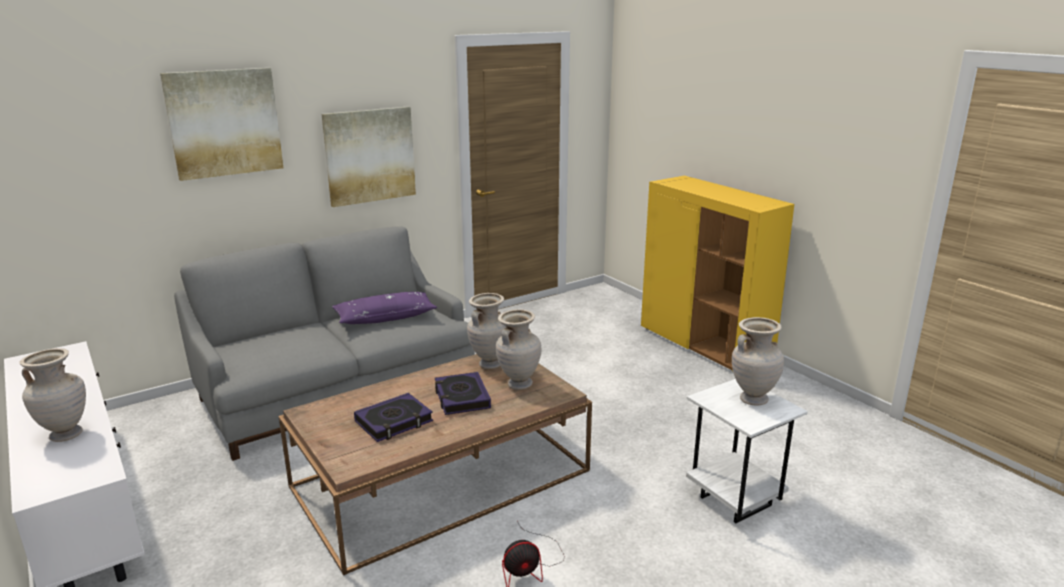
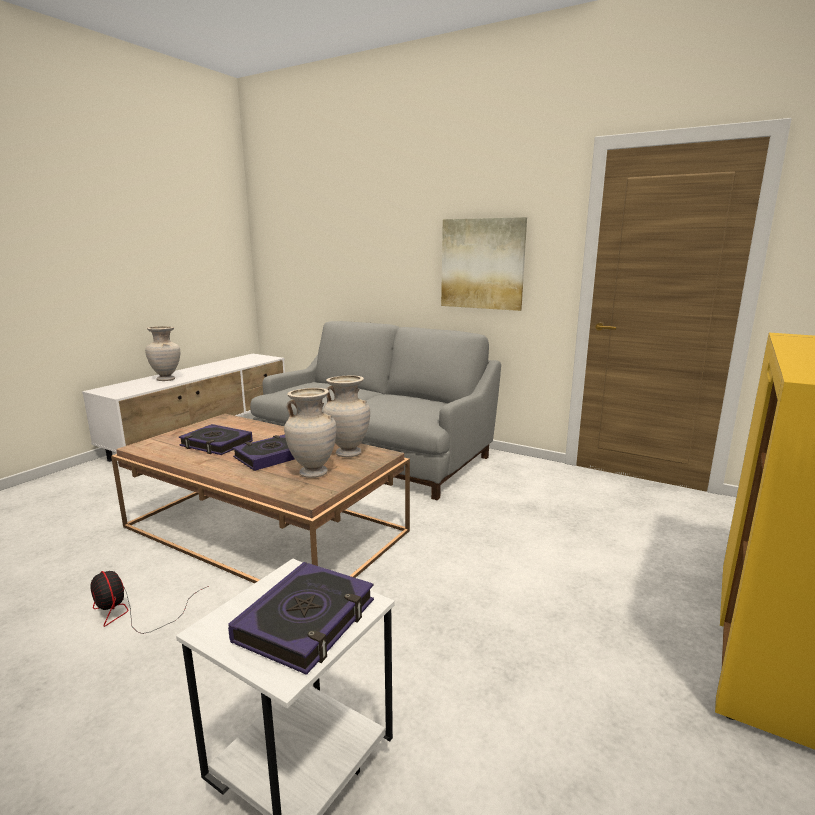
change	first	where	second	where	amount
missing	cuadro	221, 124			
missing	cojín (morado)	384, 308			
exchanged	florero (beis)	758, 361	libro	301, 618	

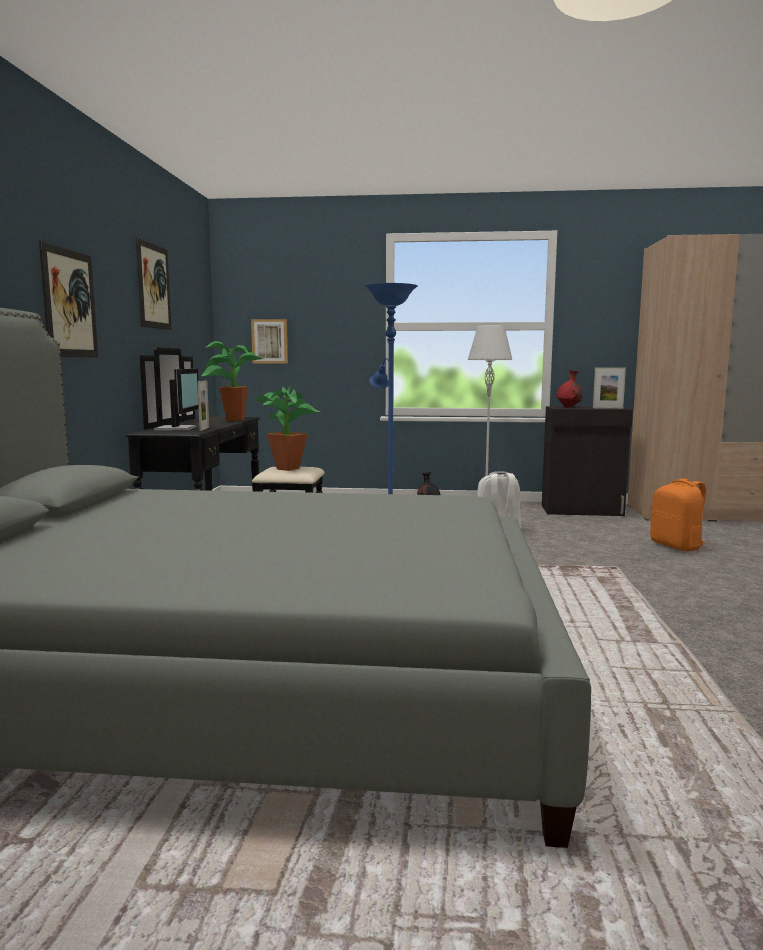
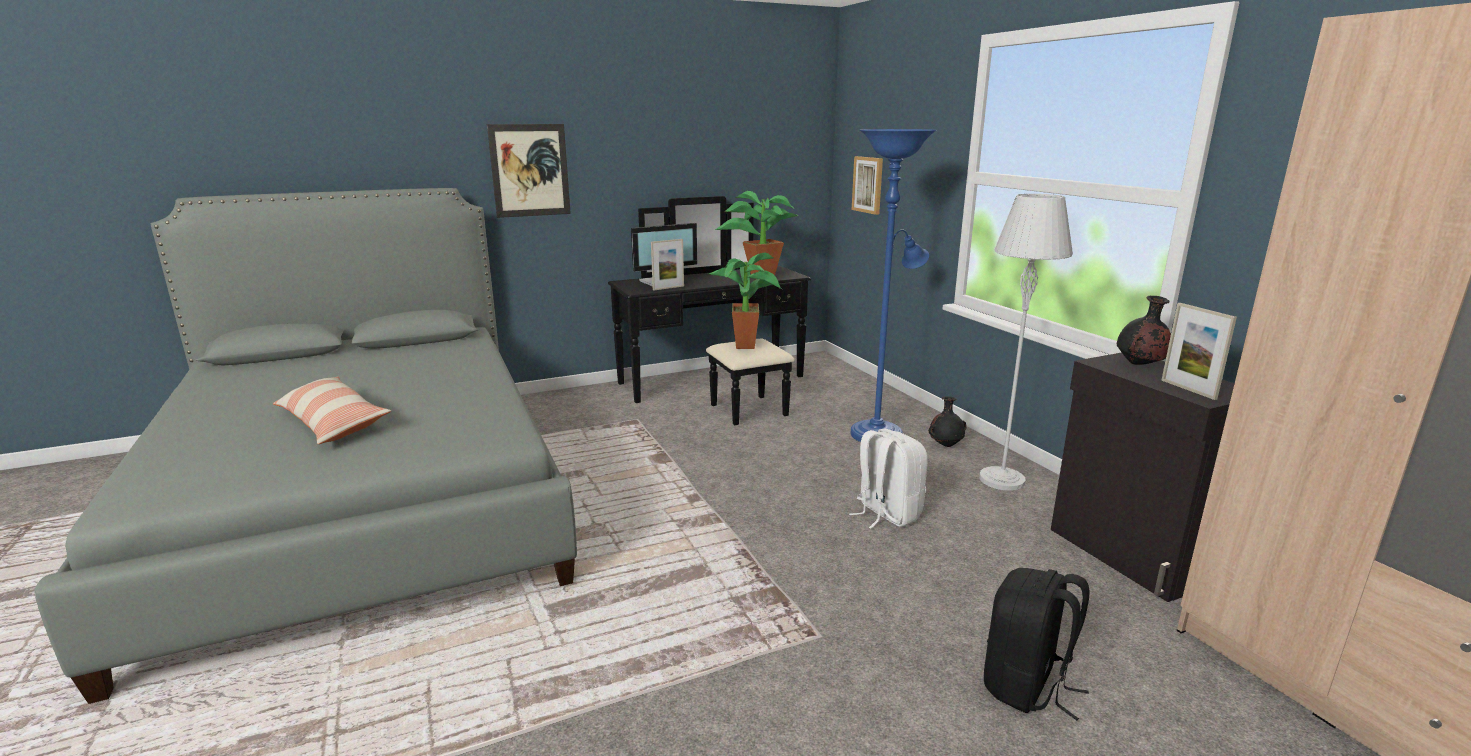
change	first	where	second	where	amount
missing	cuadro	154, 283			
appeared			cojín	332, 410	
colour	florero (rojo)	569, 388	florero (negro)	1144, 330	
colour	mochila (naranja)	678, 514	mochila (negro)	1036, 644	

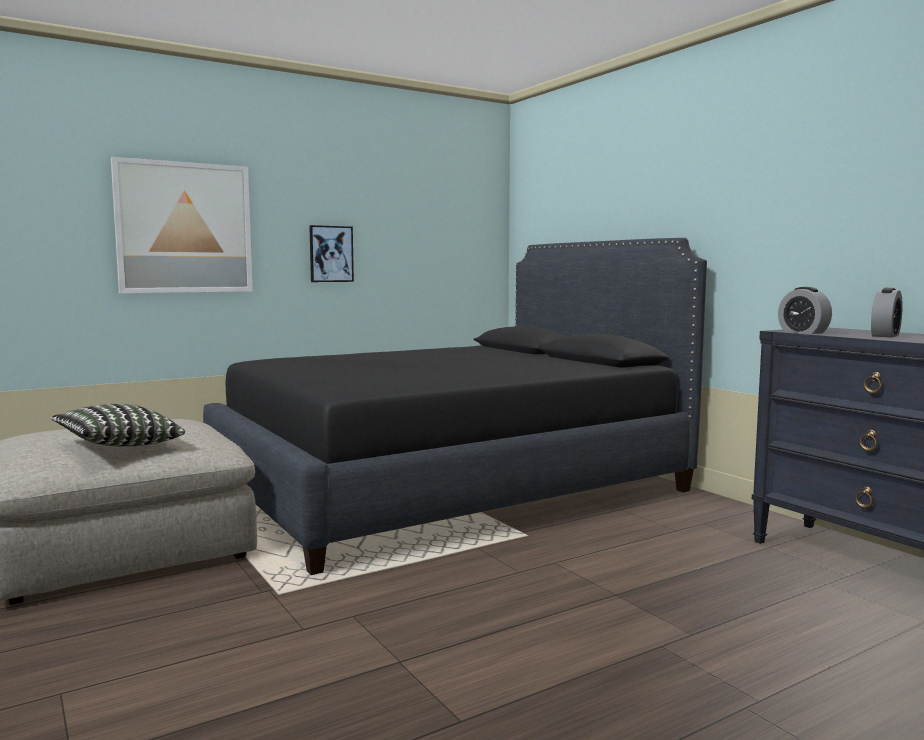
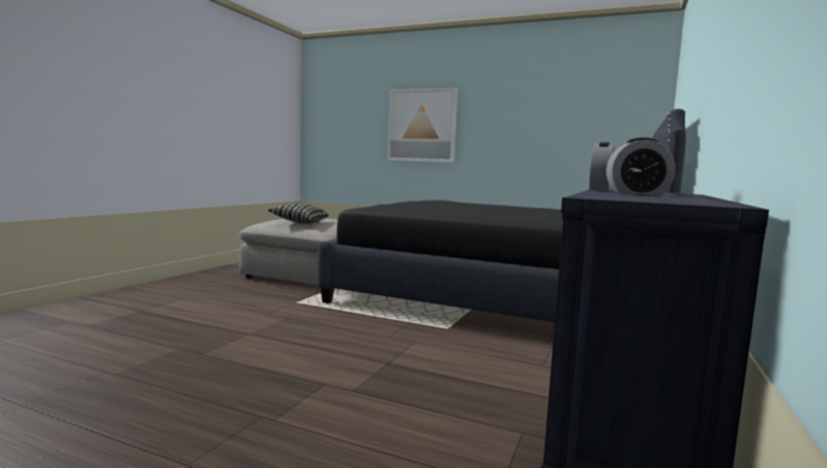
change	first	where	second	where	amount
missing	cuadro	331, 253			

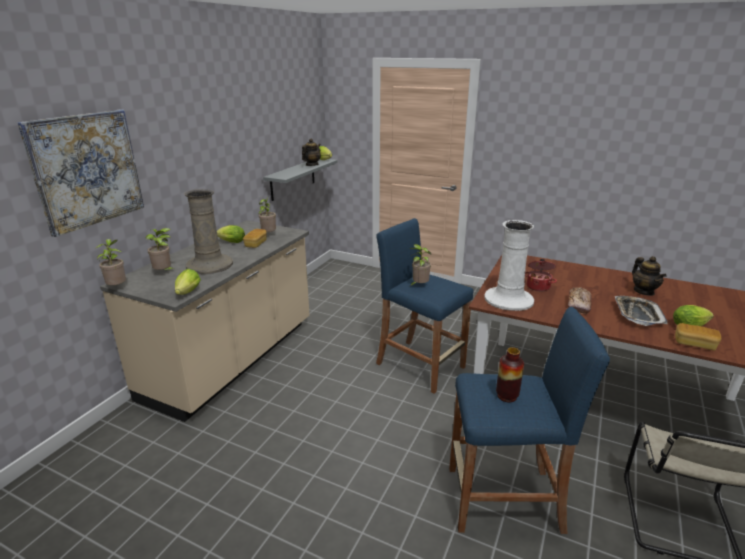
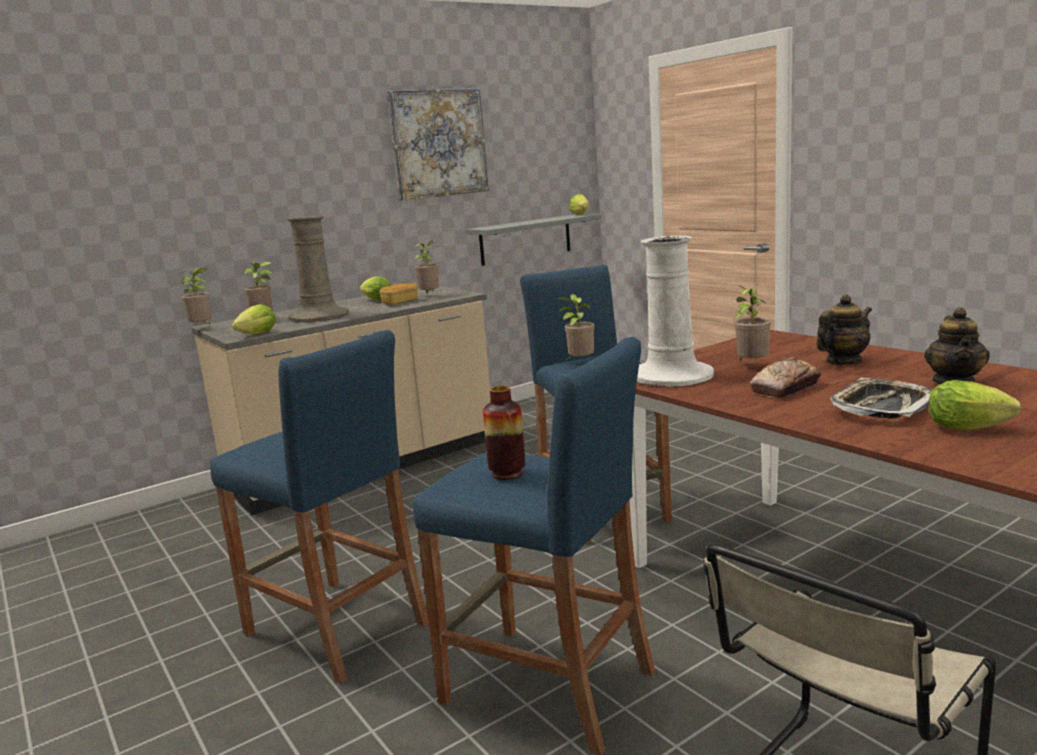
change	first	where	second	where	amount
missing	pan	698, 337			
appeared			taburete (azul)	319, 507	
relocated	cuadro	80, 173		437, 144	
relocated	tetera	311, 152		844, 329	
exchanged	olla	541, 275	planta en maceta	752, 323	

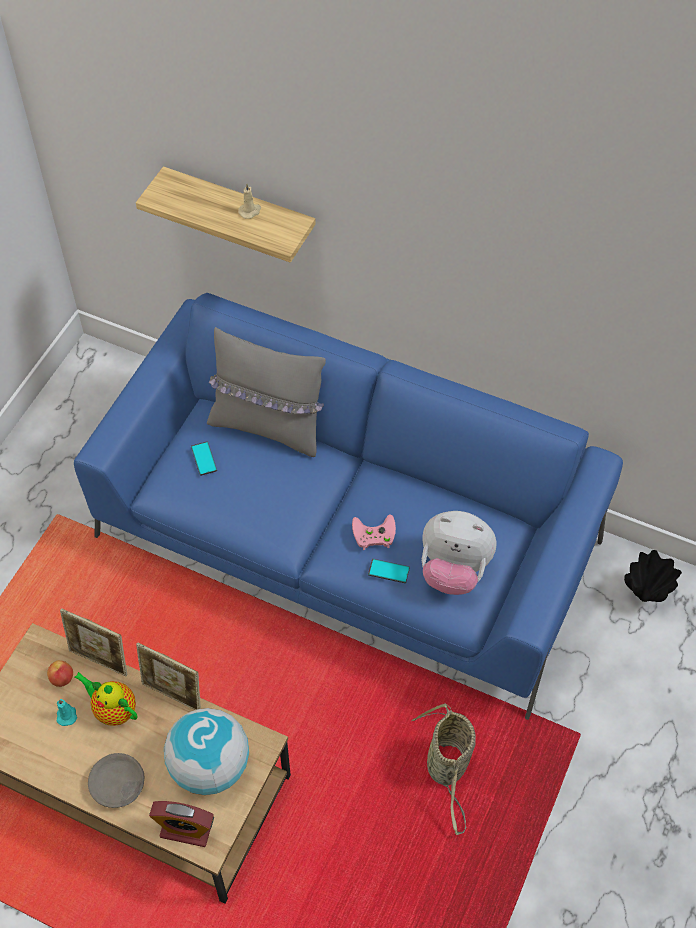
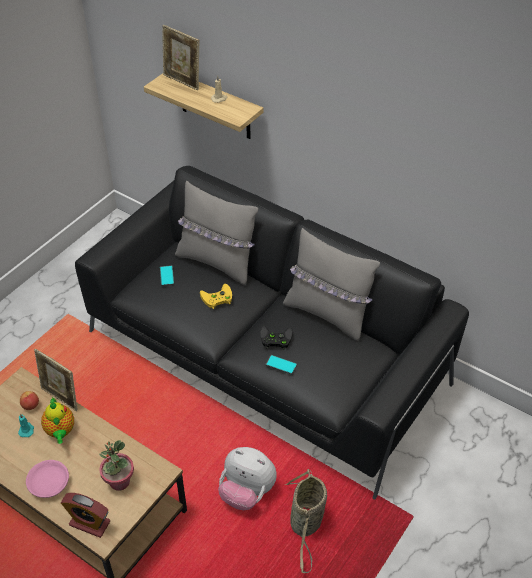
change	first	where	second	where	amount
missing	florero (negro)	653, 576			
appeared			mando de consola (amarillo)	216, 296	
appeared			cojín (gris)	331, 284	
relocated	portarretratos	168, 676		180, 57	
relocated	peluche	459, 553		247, 478	
exchanged	globo terráqueo	206, 751	planta en maceta	116, 465	
colour	sofá (azul)	348, 506	sofá (negro)	272, 333	
colour	cuenco (gris)	116, 780	cuenco (rosa)	47, 479	
colour	mando de consola (rosa)	374, 532	mando de consola (negro)	277, 338	
spun	tetera	105, 699		57, 420	150 degrees counterclockwise

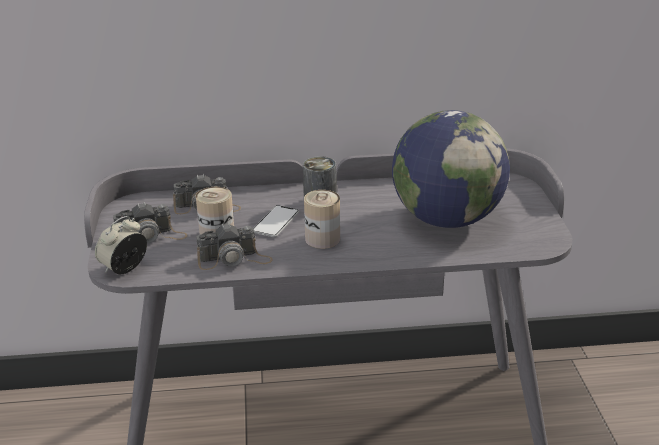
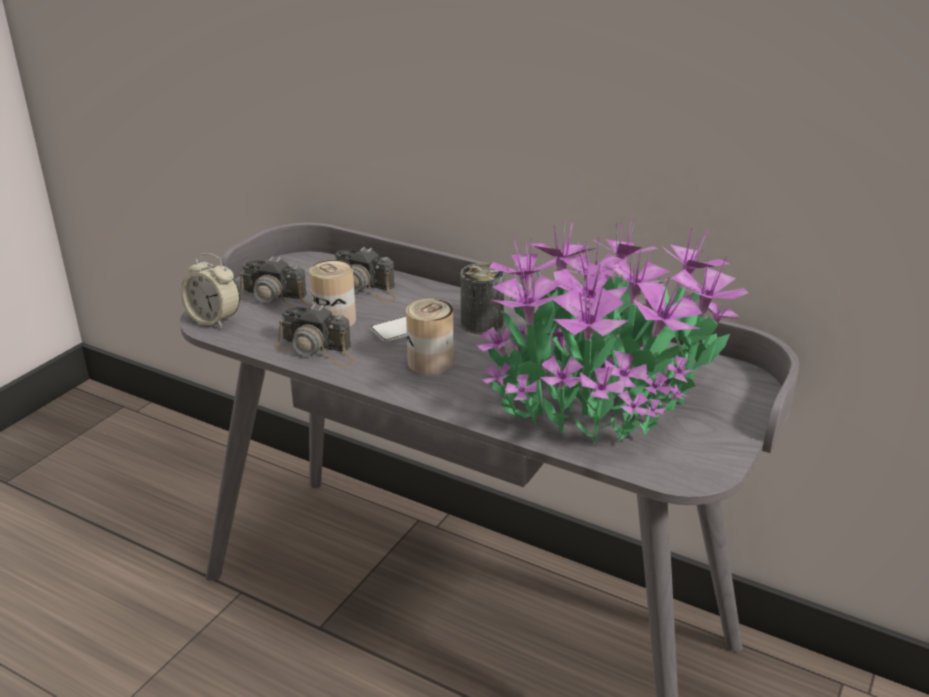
change	first	where	second	where	amount
exchanged	globo terráqueo	451, 169	planta en maceta	612, 332	
spun	despertador	121, 245		210, 291	135 degrees counterclockwise

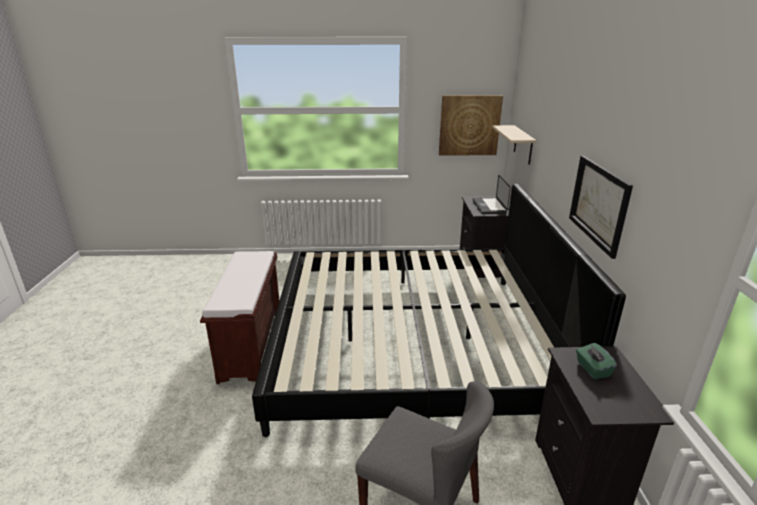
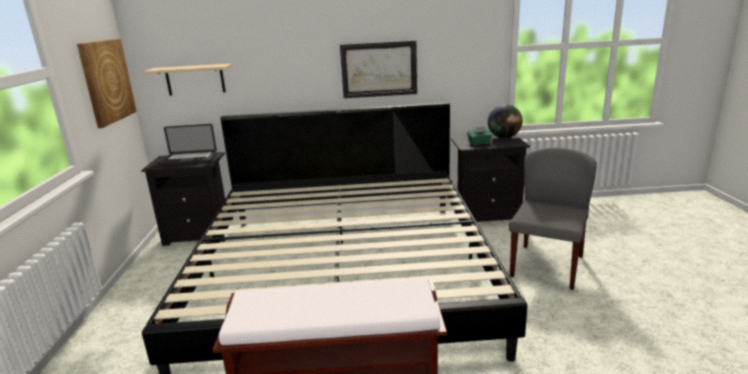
change	first	where	second	where	amount
appeared			globo terráqueo	505, 121	

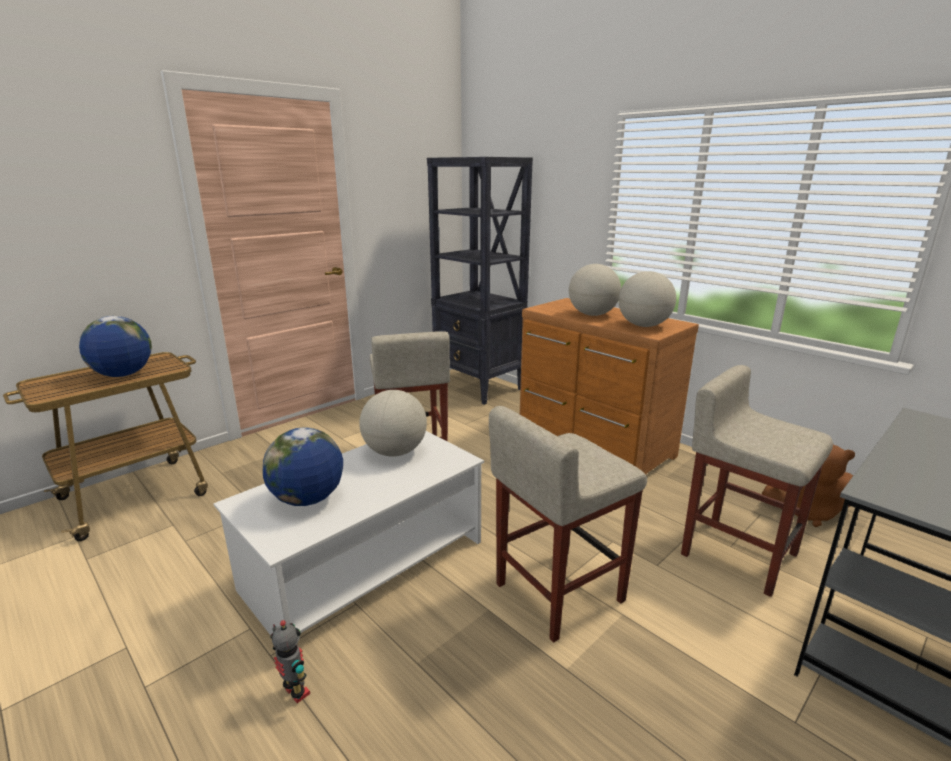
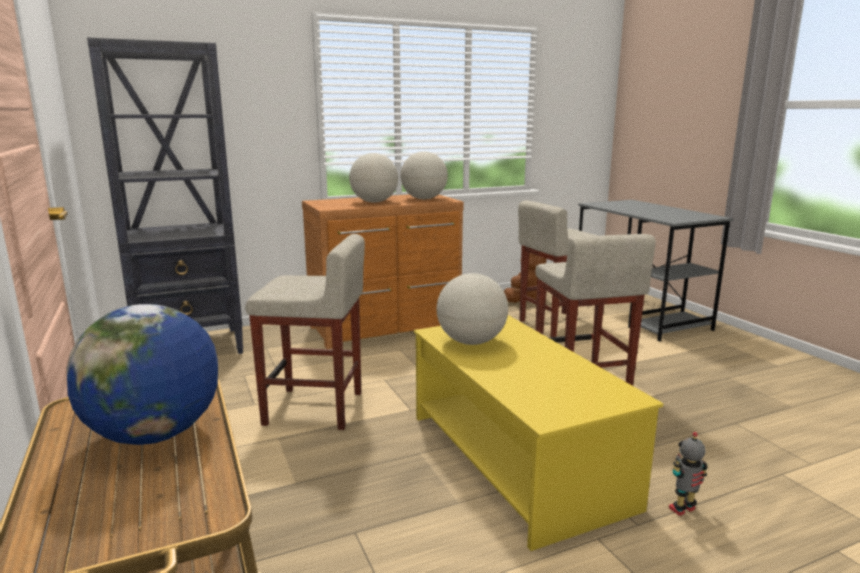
change	first	where	second	where	amount
missing	globo terráqueo	303, 466			
colour	mesa de centro (blanco)	349, 533	mesa de centro (amarillo)	538, 433	

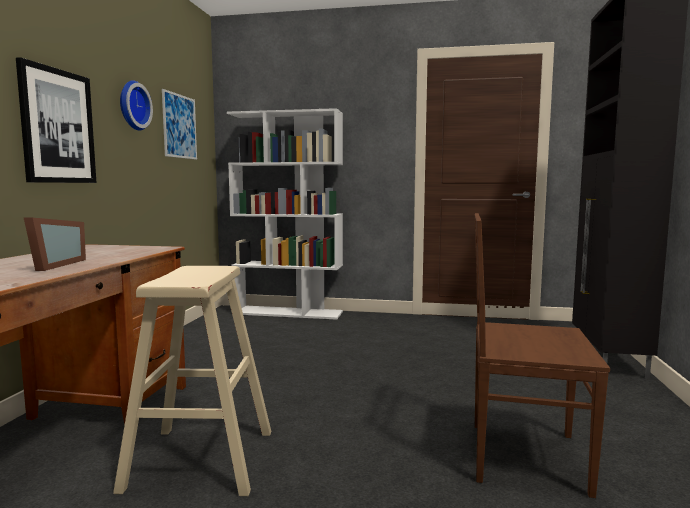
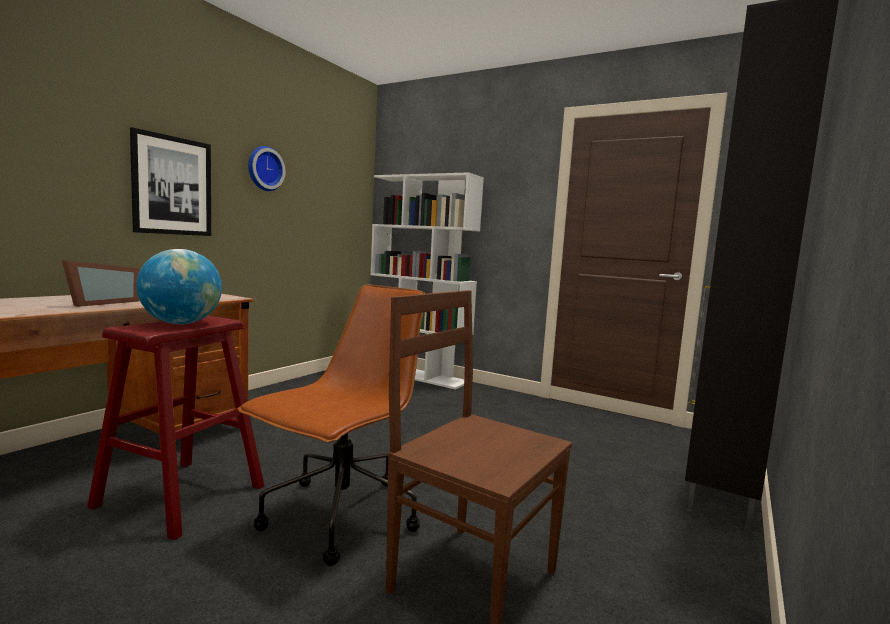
change	first	where	second	where	amount
missing	cuadro	179, 124			
appeared			globo terráqueo	179, 286	
appeared			silla de oficina (marrón)	331, 425	
colour	taburete (beis)	192, 381	taburete (rojo)	175, 428	

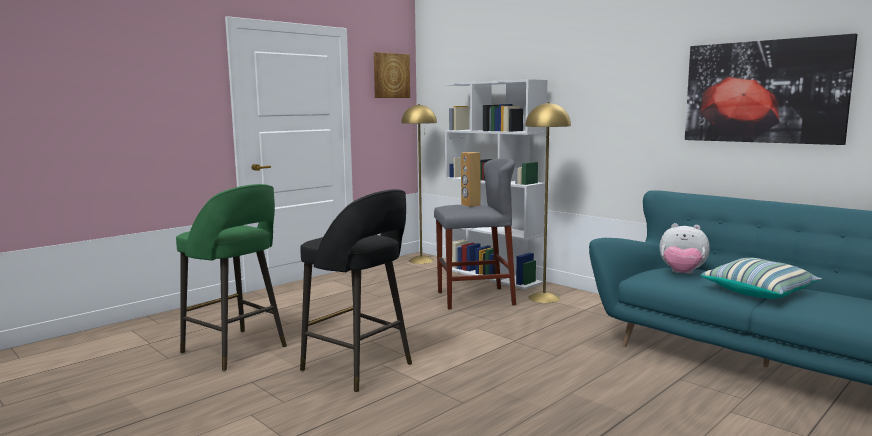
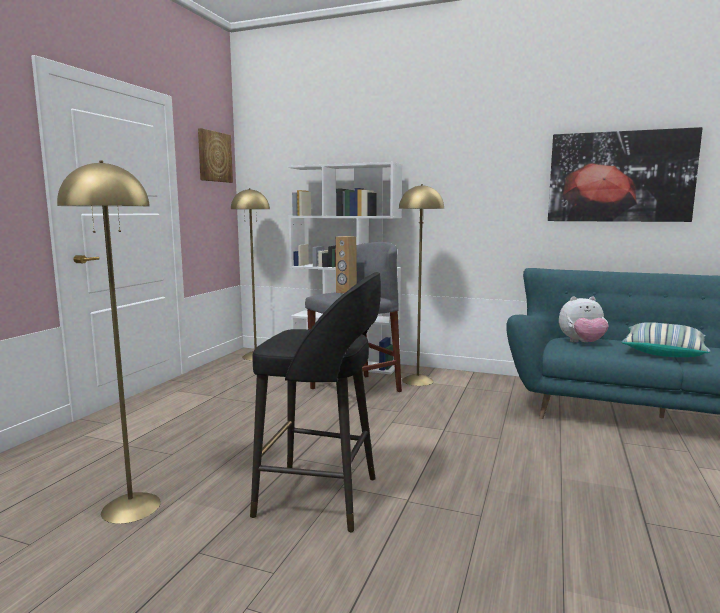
change	first	where	second	where	amount
exchanged	taburete (verde)	231, 277	lámpara de pie (amarillo)	109, 342	

